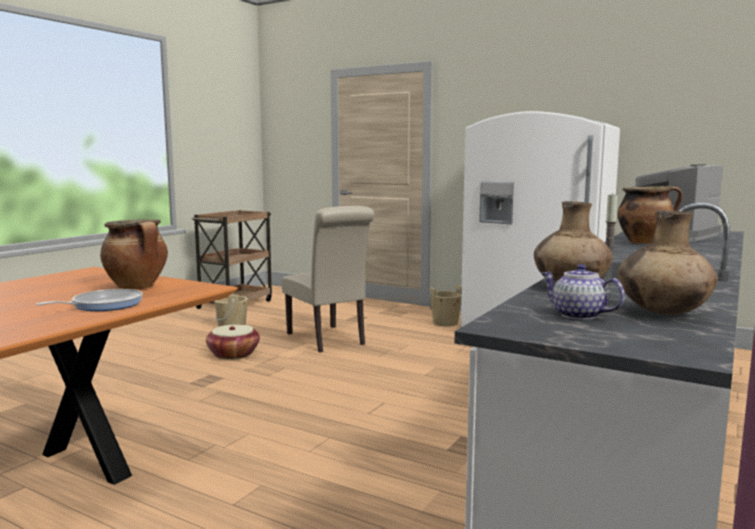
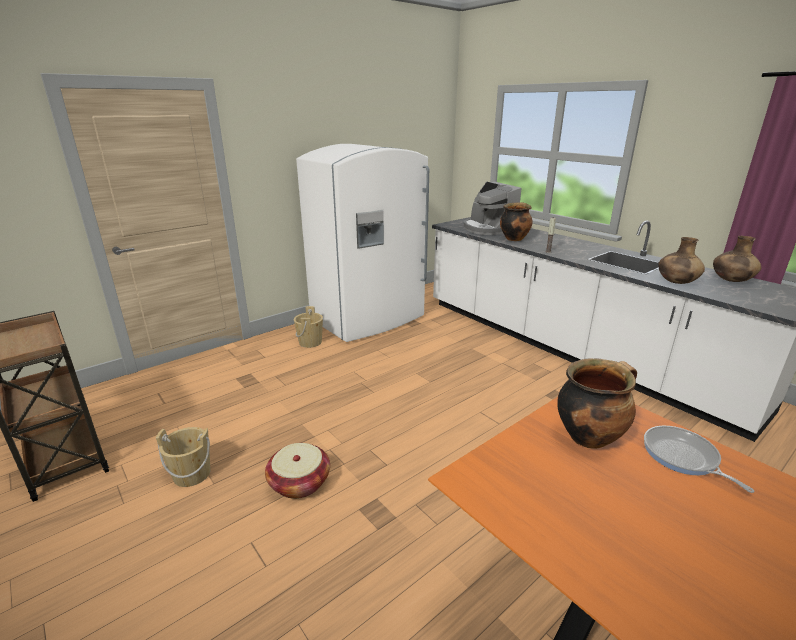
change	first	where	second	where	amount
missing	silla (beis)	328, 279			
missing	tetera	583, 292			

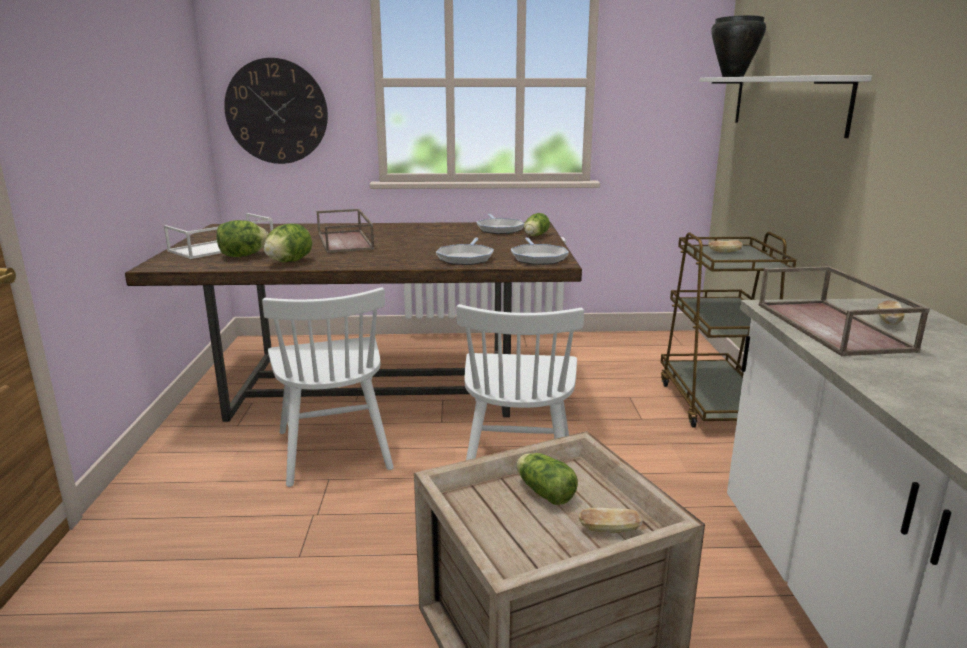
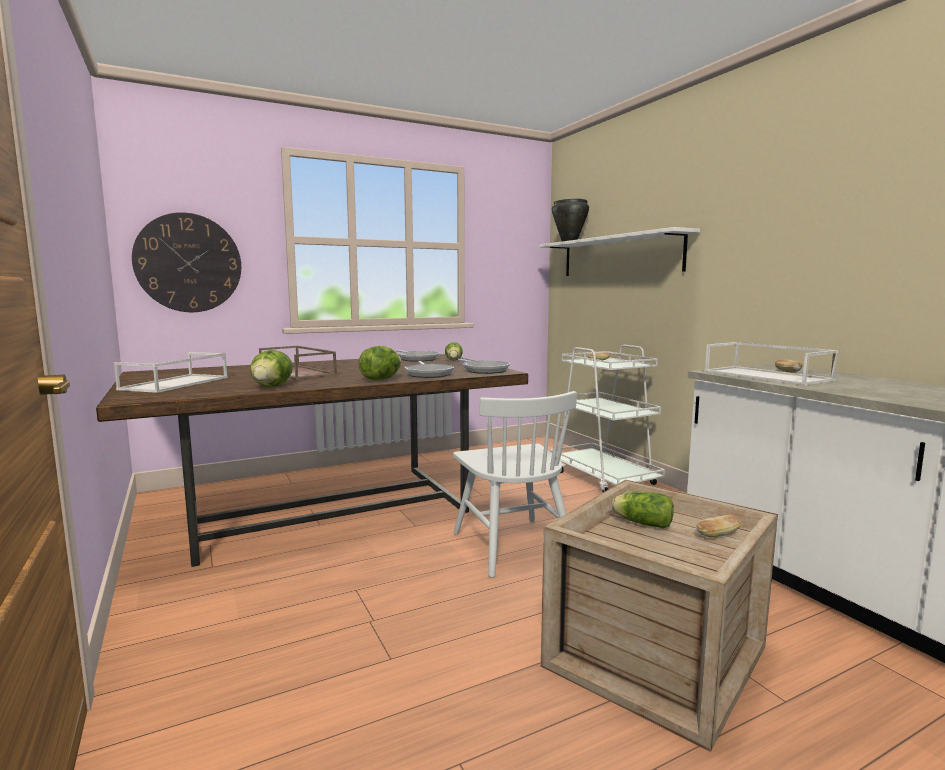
change	first	where	second	where	amount
missing	silla (blanco)	328, 387			
relocated	lechuga	242, 238		379, 363	
colour	carrito (marrón)	729, 330	carrito (blanco)	607, 418	
colour	bandeja (marrón)	844, 311	bandeja (blanco)	771, 364	

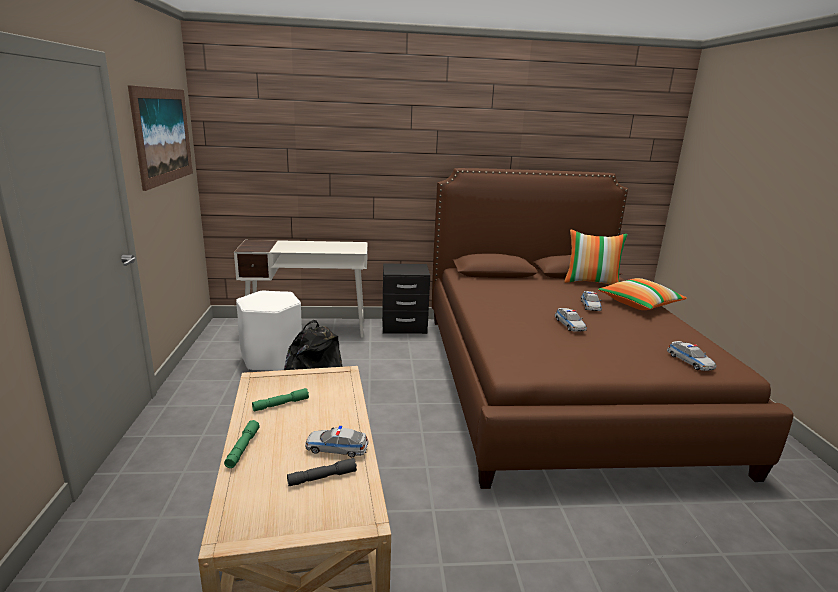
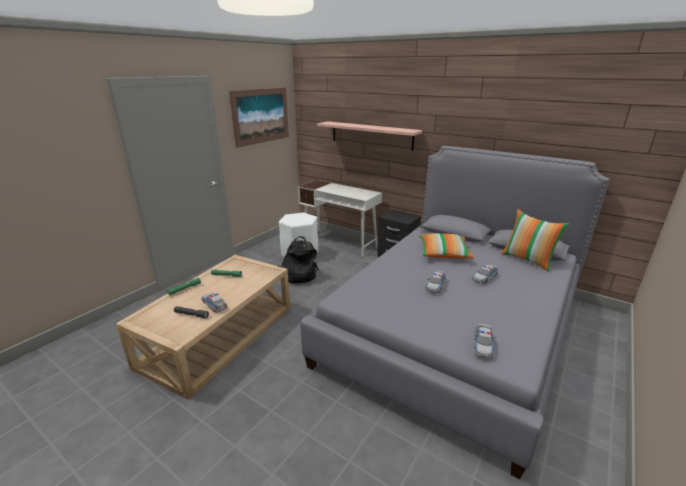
change	first	where	second	where	amount
appeared			estante	369, 136	
relocated	cojín	642, 294		446, 245	
colour	cama (marrón)	613, 328	cama (gris)	455, 312	

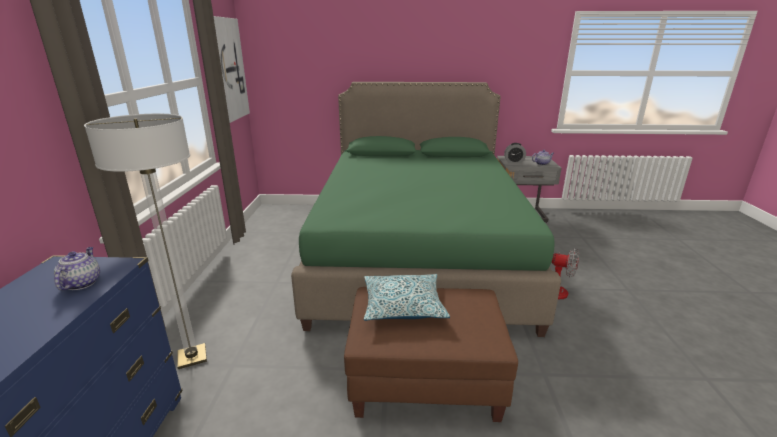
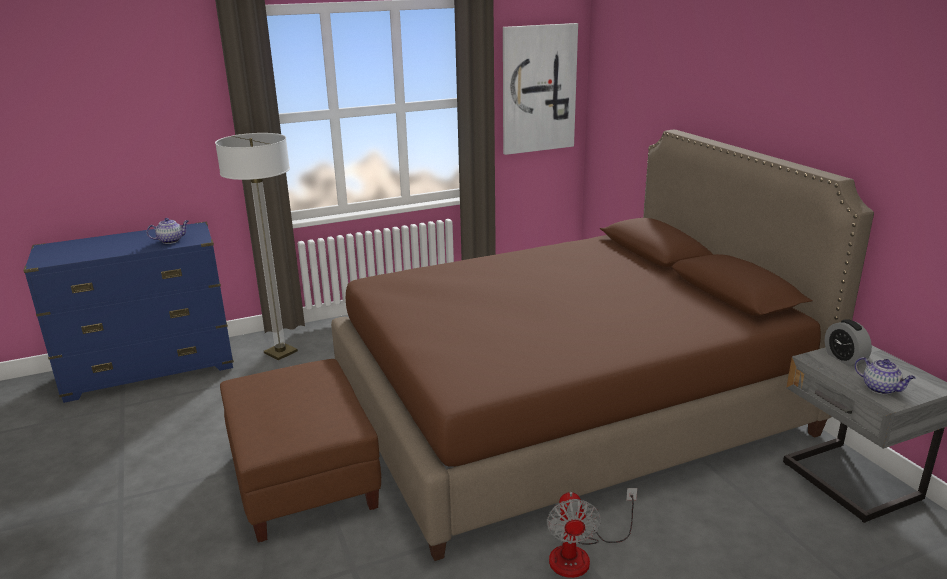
change	first	where	second	where	amount
missing	cojín	407, 297			
colour	cama (verde)	426, 209	cama (marrón)	602, 345	

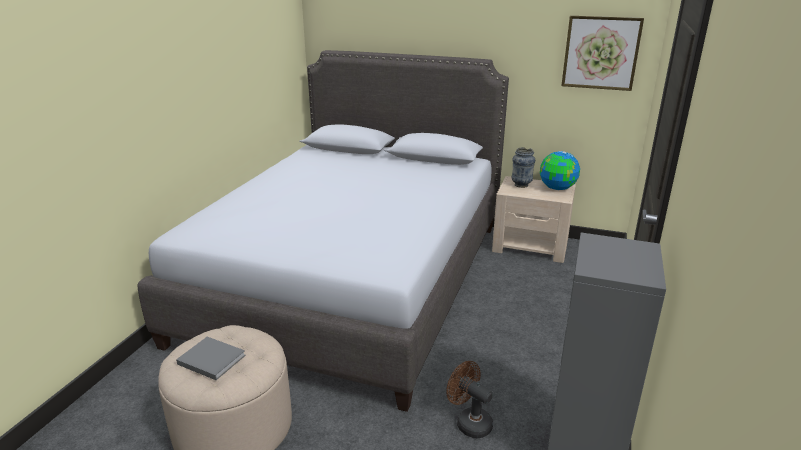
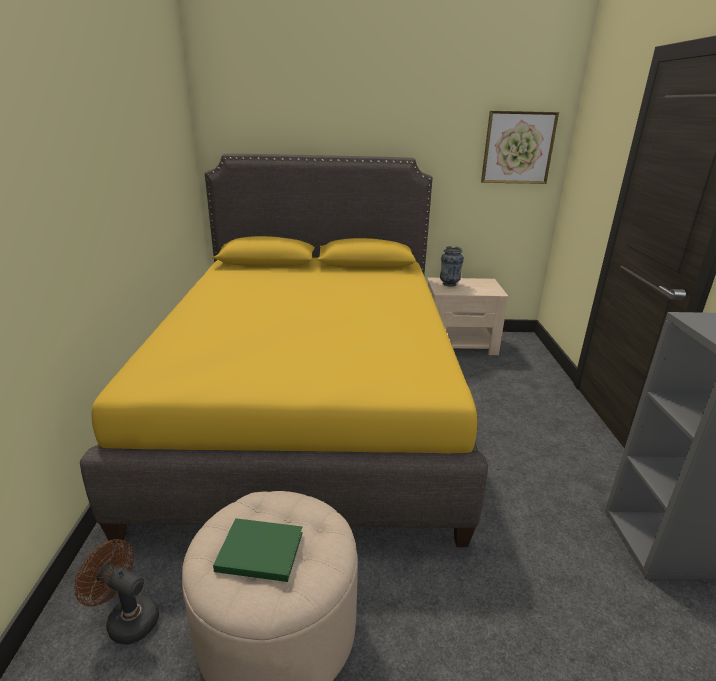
change	first	where	second	where	amount
missing	globo terráqueo	560, 170			
relocated	ventilador (marrón)	469, 399		116, 592	
colour	cama (gris)	323, 231	cama (amarillo)	284, 350	
colour	libro (gris)	211, 358	libro (verde)	258, 550	

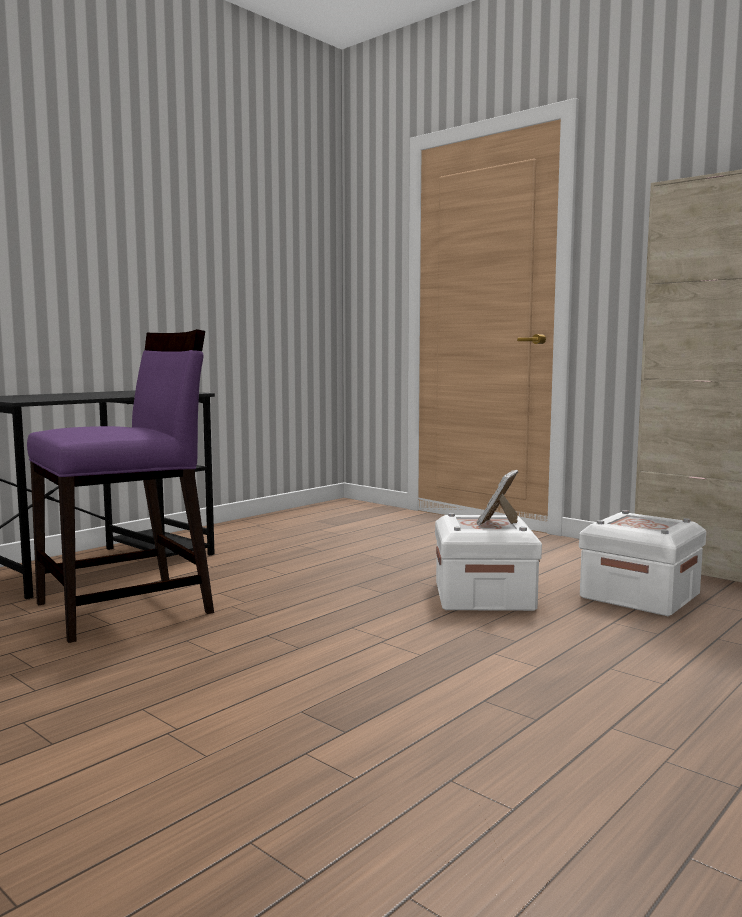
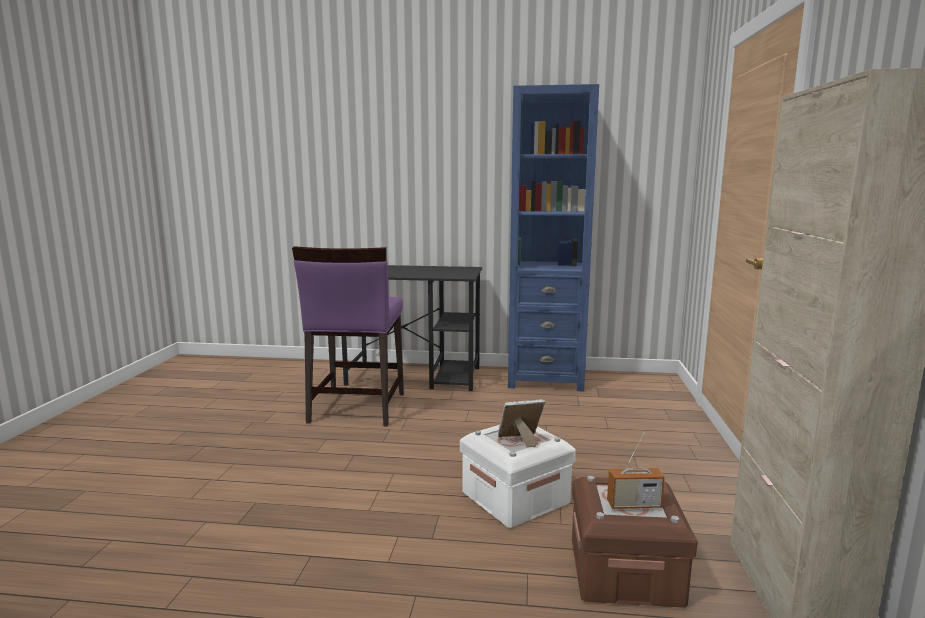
change	first	where	second	where	amount
appeared			estantería (azul)	553, 237	
appeared			radio	636, 470	
colour	caja de almacenaje (blanco)	642, 563	caja de almacenaje (marrón)	634, 542	
spun	silla (morado)	120, 486		348, 336	75 degrees clockwise

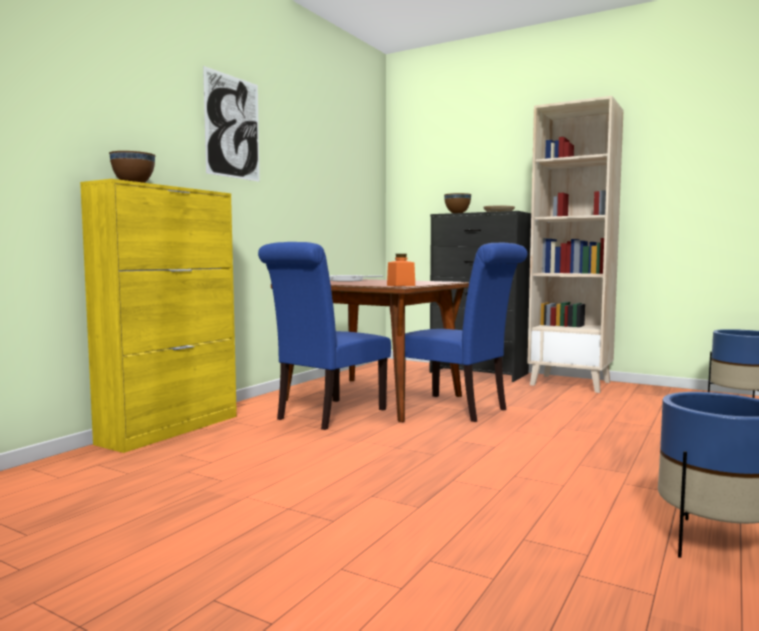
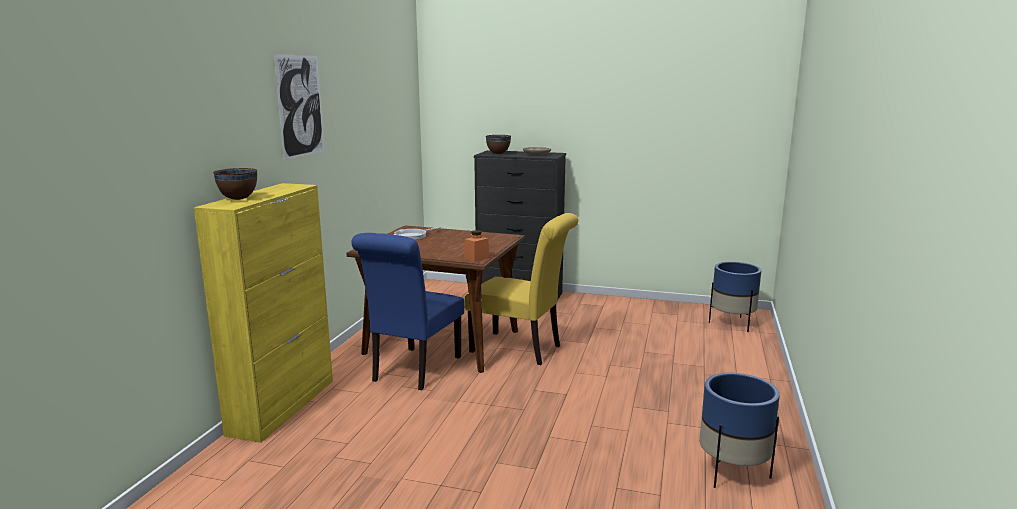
change	first	where	second	where	amount
missing	estantería (beis)	575, 244			
colour	silla (azul)	466, 332	silla (amarillo)	522, 289	

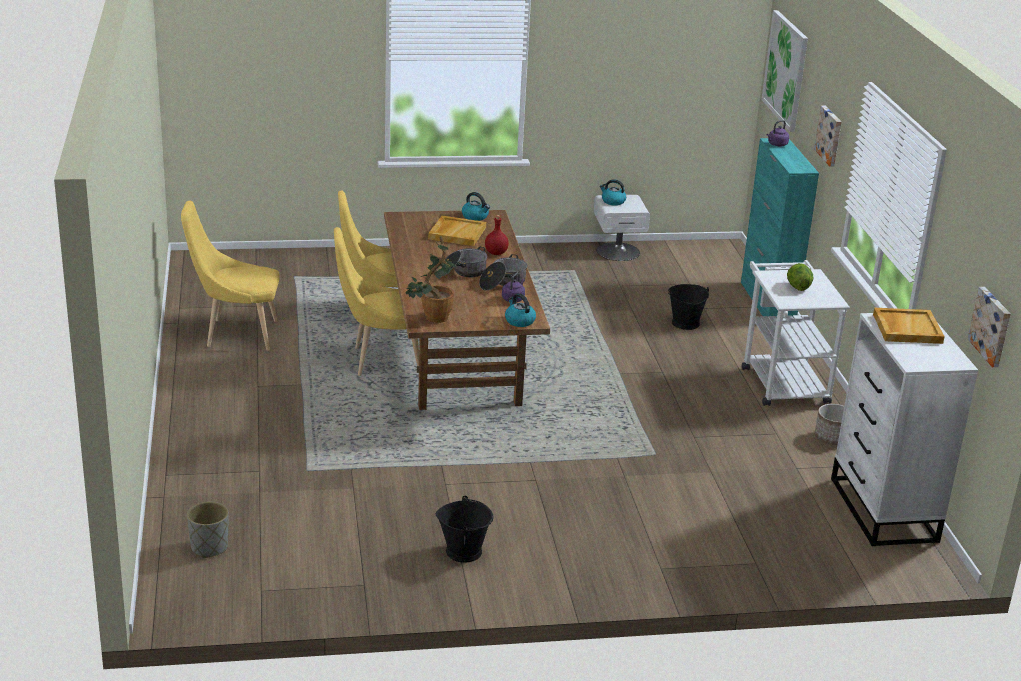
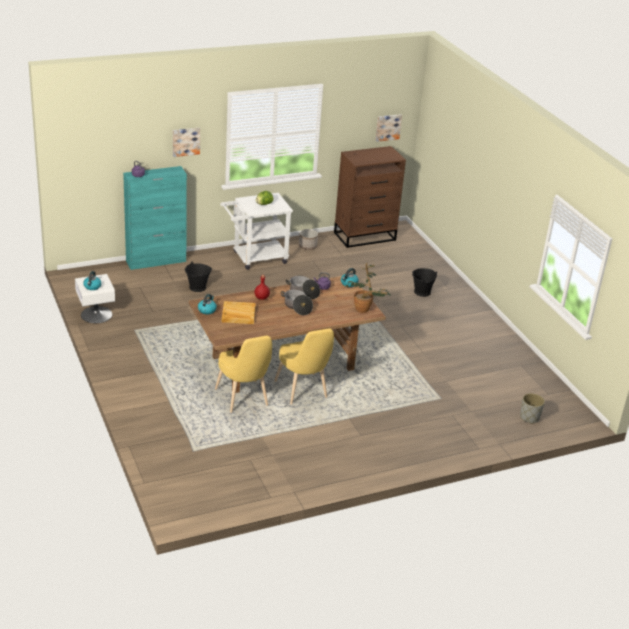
change	first	where	second	where	amount
missing	silla (amarillo)	230, 276			
missing	cuadro	784, 71			
missing	bandeja (beis)	909, 326			
relocated	cubo (negro)	464, 529		424, 282	
colour	cómoda (blanco)	904, 429	cómoda (marrón)	370, 197	

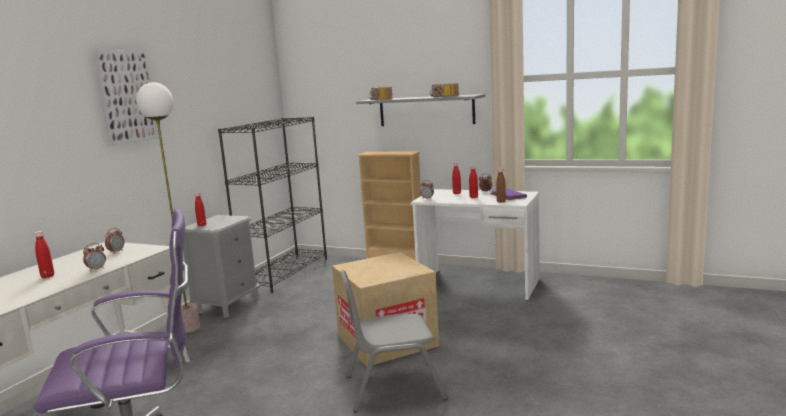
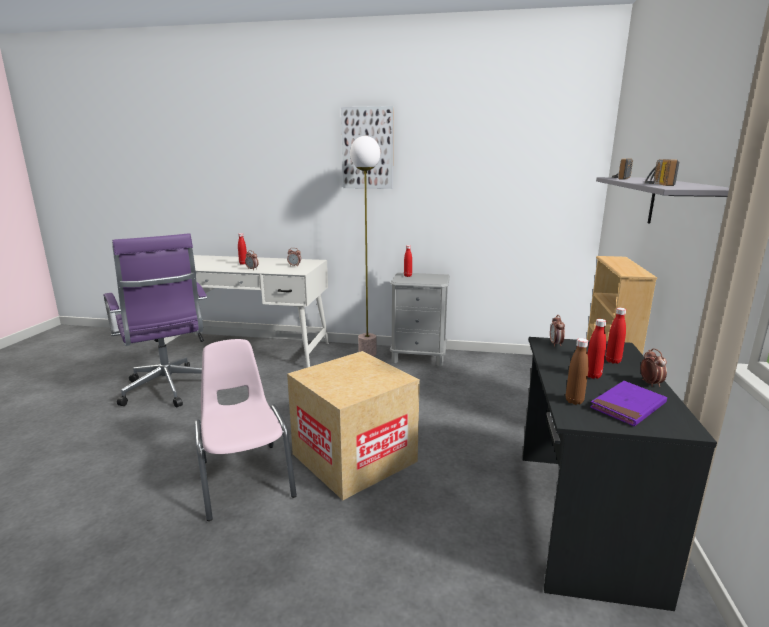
change	first	where	second	where	amount
missing	estantería (negro)	272, 205			
colour	silla (gris)	394, 341	silla (rosa)	246, 430	
colour	escritorio (blanco)	475, 244	escritorio (negro)	619, 474	

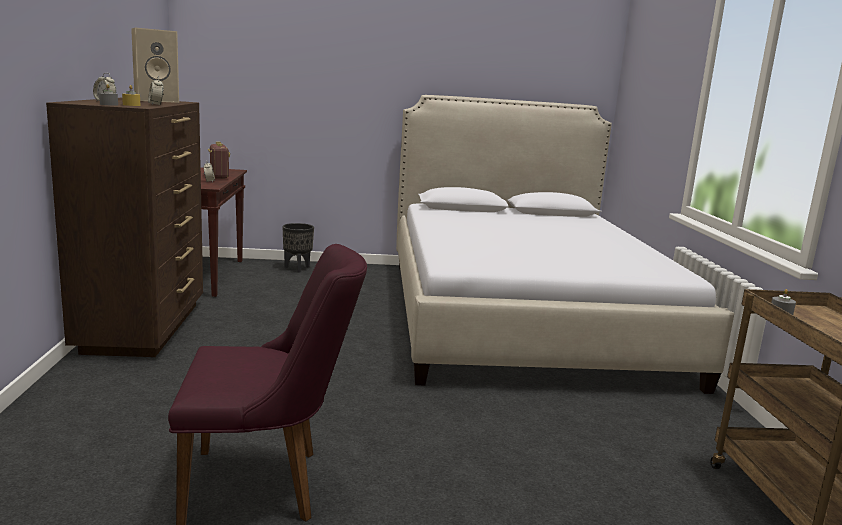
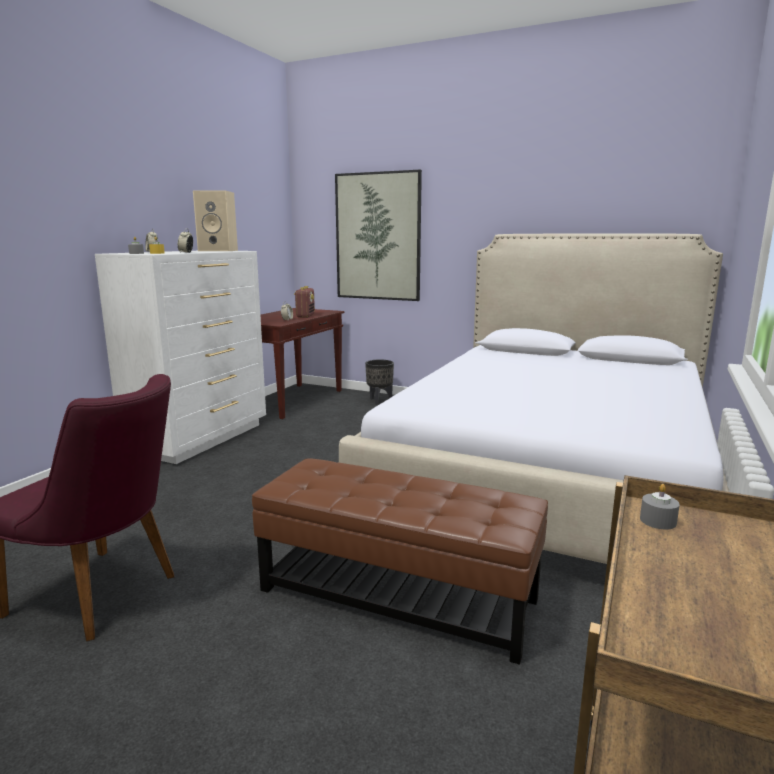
change	first	where	second	where	amount
appeared			puf (marrón)	400, 561	
appeared			cuadro	378, 235	
colour	cómoda (marrón)	124, 227	cómoda (blanco)	180, 357	

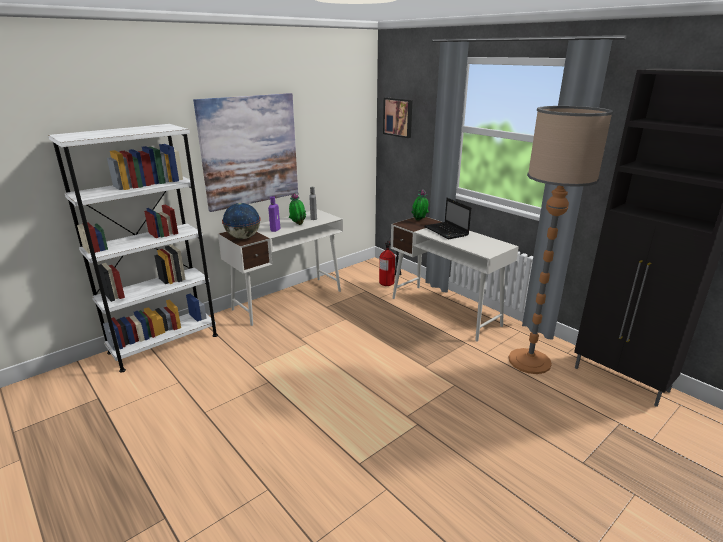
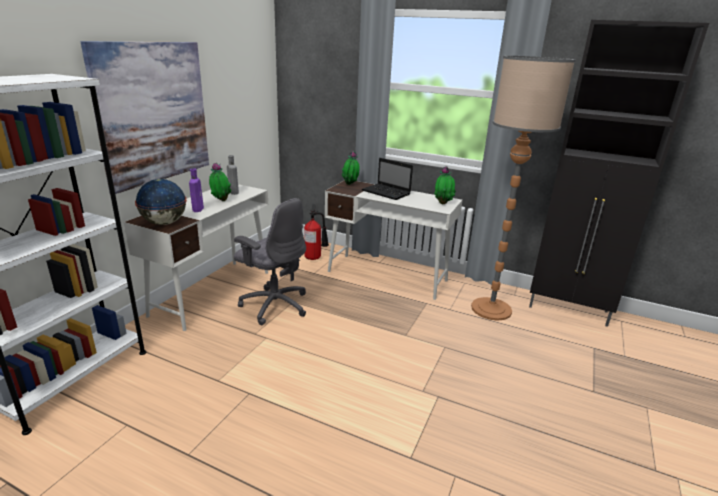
change	first	where	second	where	amount
missing	cuadro	397, 118			
appeared			silla de oficina (gris)	270, 261	
appeared			planta en maceta	445, 185	

